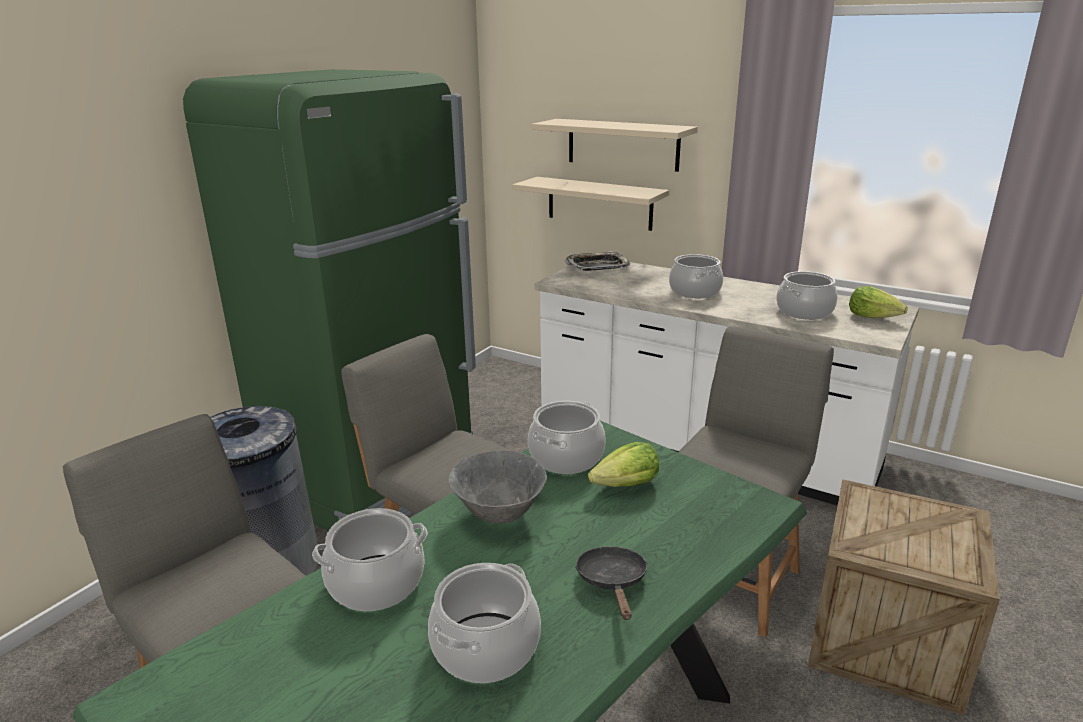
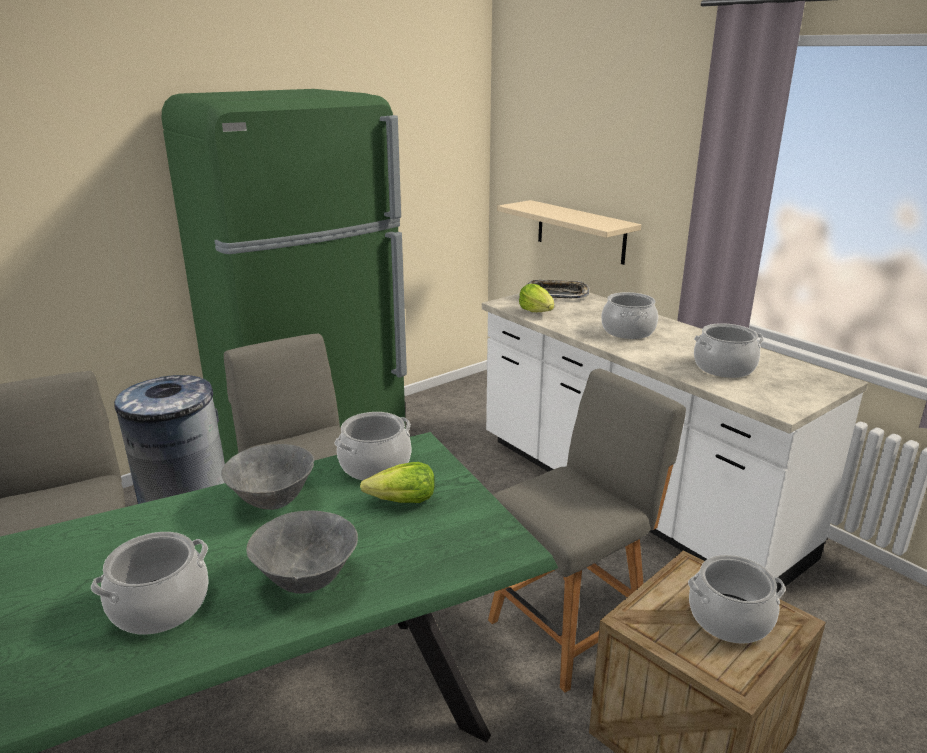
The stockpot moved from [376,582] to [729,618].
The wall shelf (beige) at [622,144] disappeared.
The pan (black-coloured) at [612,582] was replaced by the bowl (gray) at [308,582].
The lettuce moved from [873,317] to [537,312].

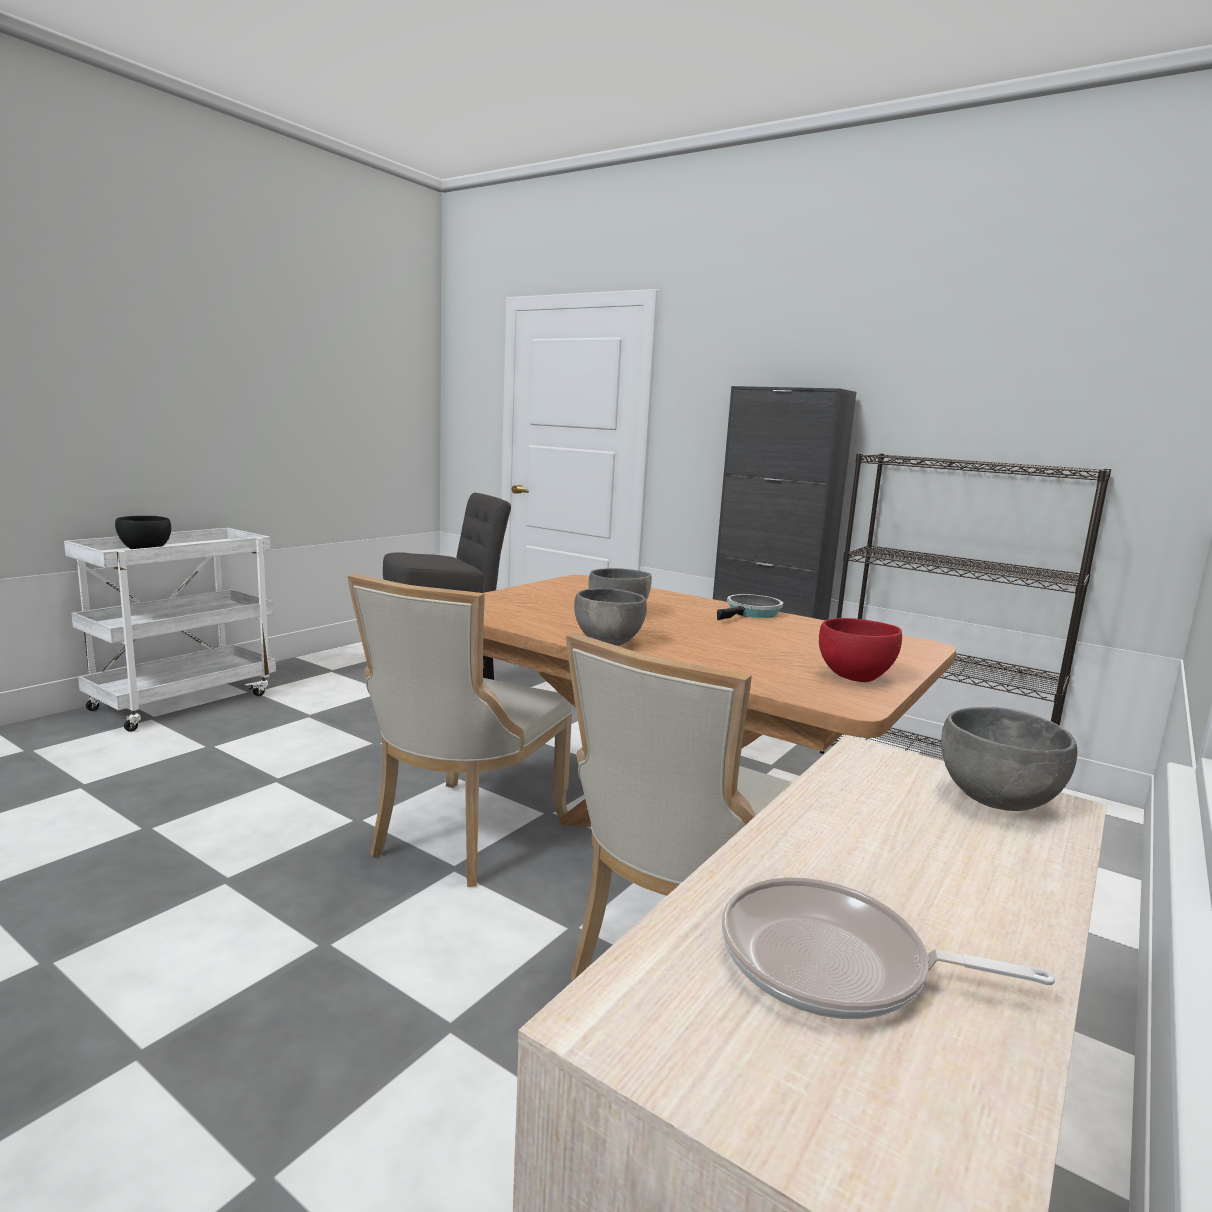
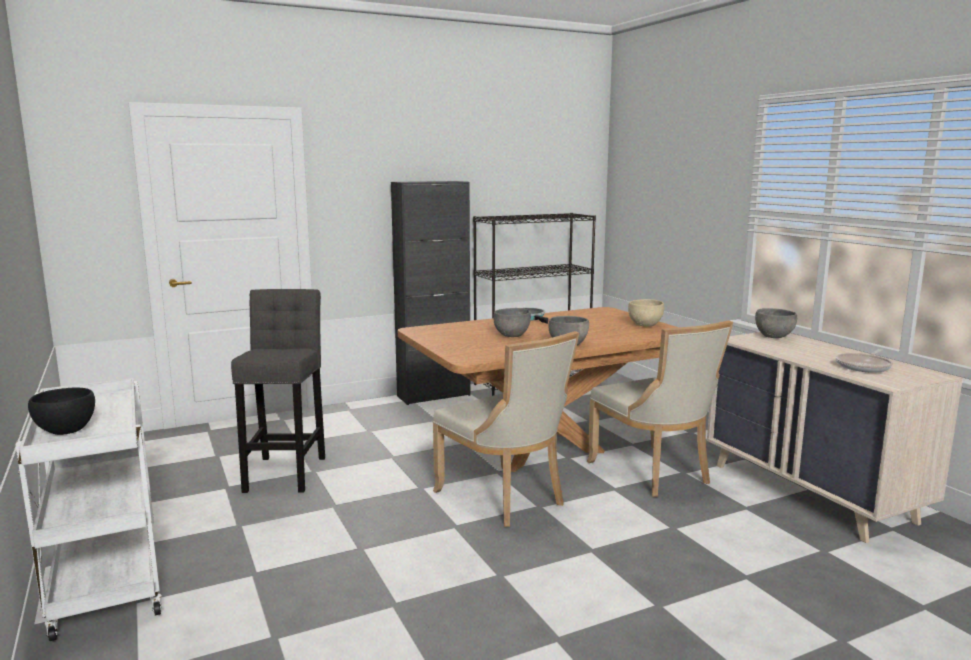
The bowl (red-coloured) at [855,677] became the bowl (beige) at [645,325].

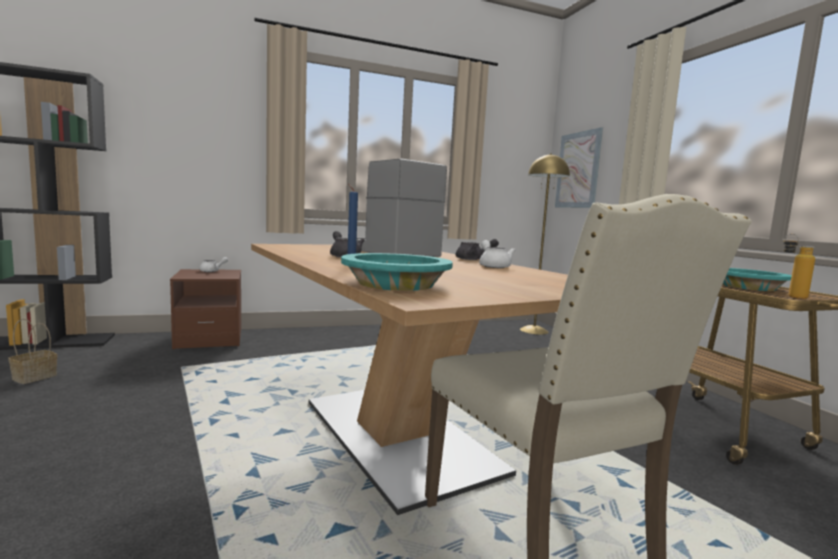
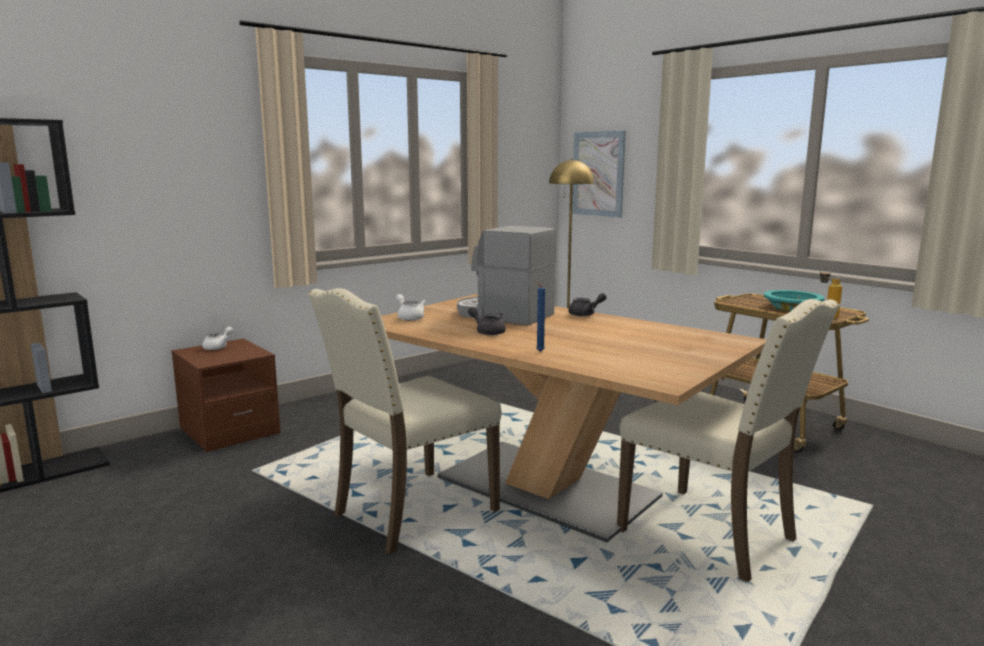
The household basket at [35,377] disappeared.
The bowl (turquoise-coloured) at [396,284] disappeared.
The teapot (white-coloured) moved from [493,266] to [409,317].
The chair (beige) at [411,512] appeared.

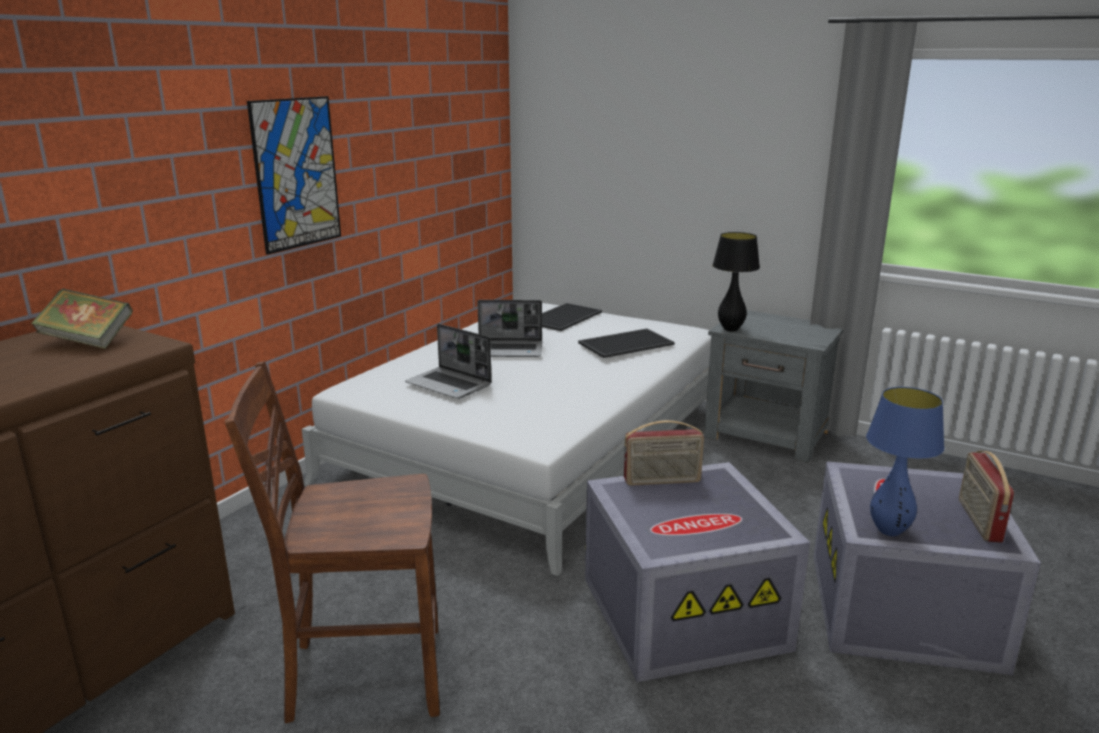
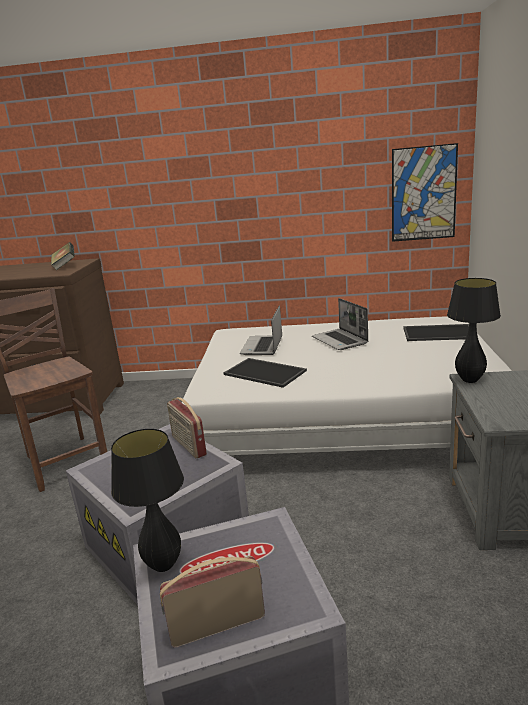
The picture moved from [296,173] to [423,193].
The carrying tray moved from [626,343] to [266,372].
The lamp for a table (blue-coloured) at [889,531] became the lamp for a table (black-coloured) at [163,565].

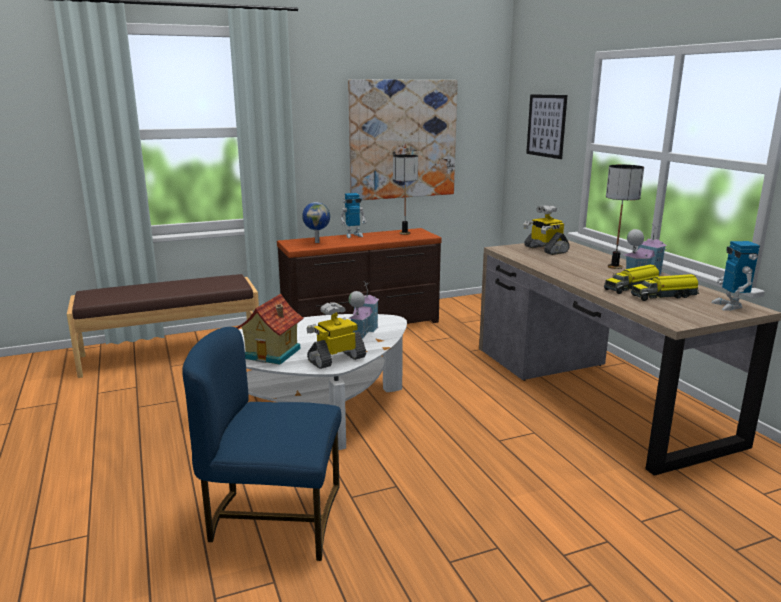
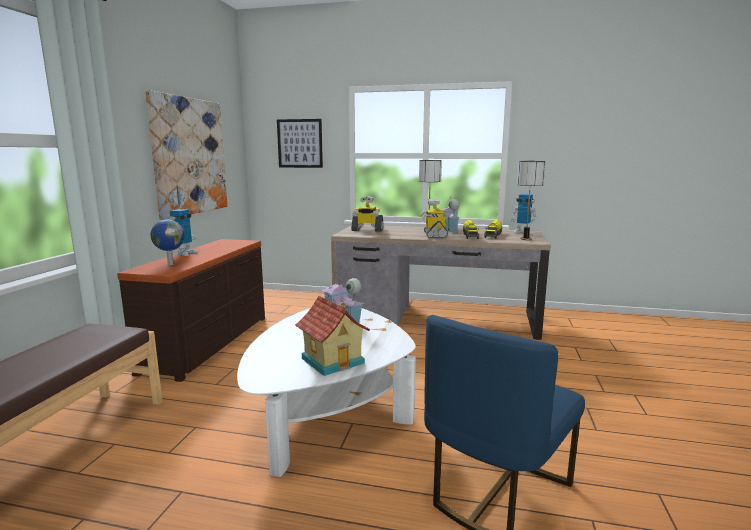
The model robot moved from [336,359] to [434,235].
The lamp for a table moved from [405,233] to [525,239].

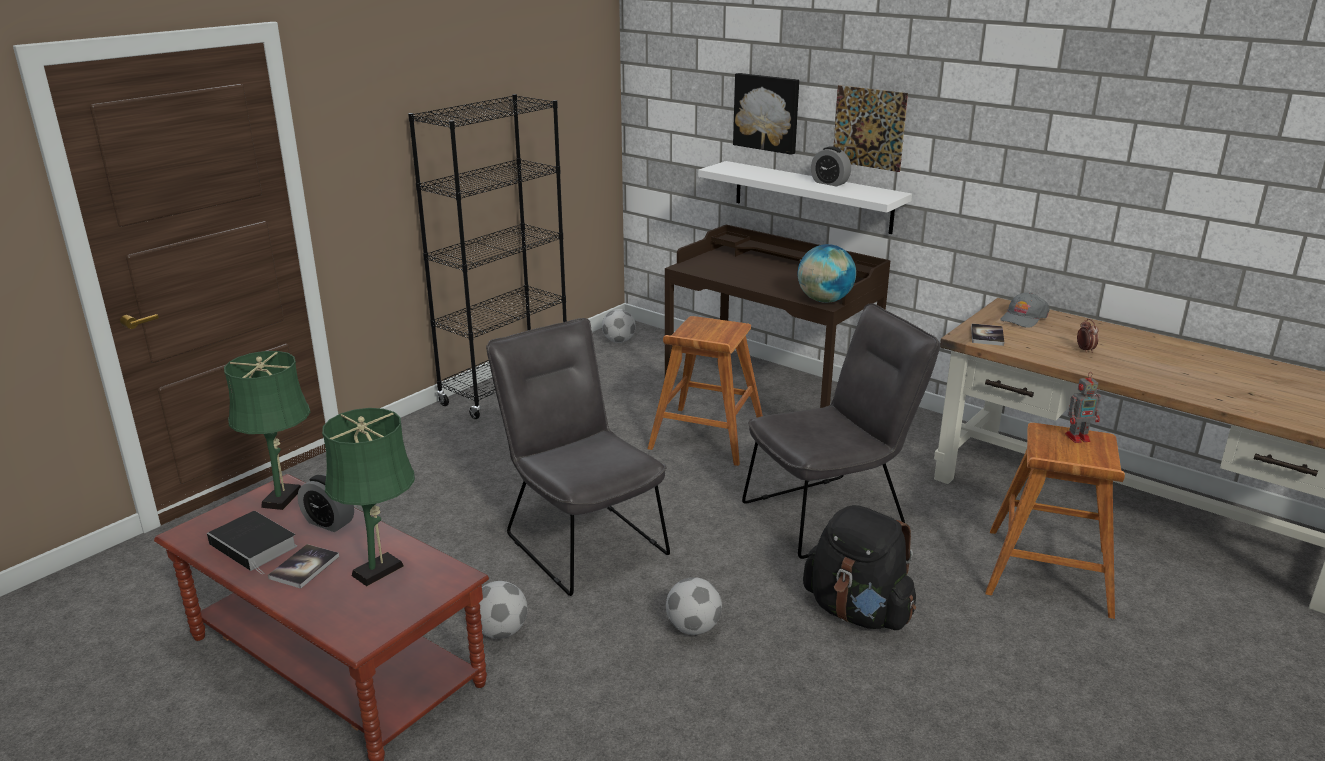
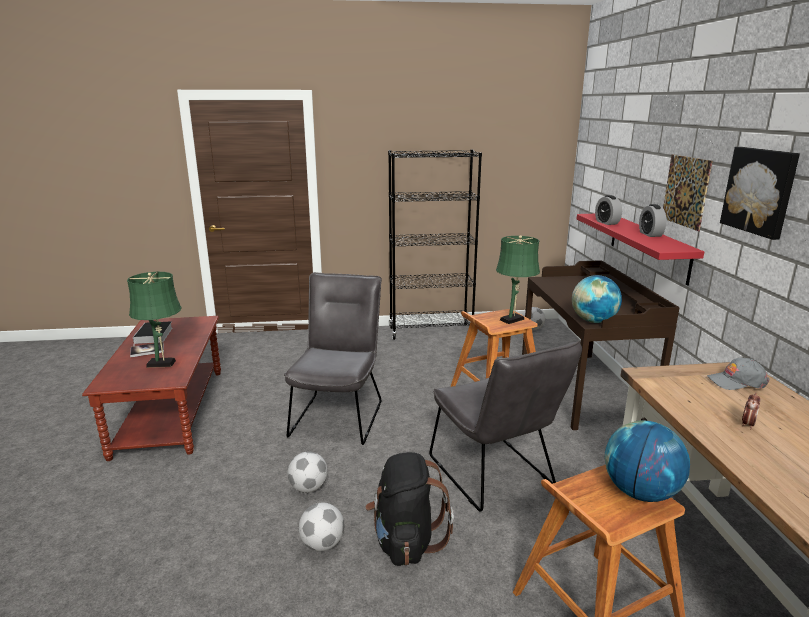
The lamp for a table (greenish) moved from [284,495] to [514,319].
The bedside clock moved from [329,522] to [606,222].
The football ball moved from [500,631] to [322,544].
The wall shelf (white-coloured) at [812,197] became the wall shelf (red-coloured) at [648,246].
The picture moved from [767,112] to [760,191].
The chair (gray) at [832,513] turned 45 degrees clockwise.
The bound book at [987,336] disappeared.
The model robot at [1078,437] was replaced by the desk globe at [640,492].

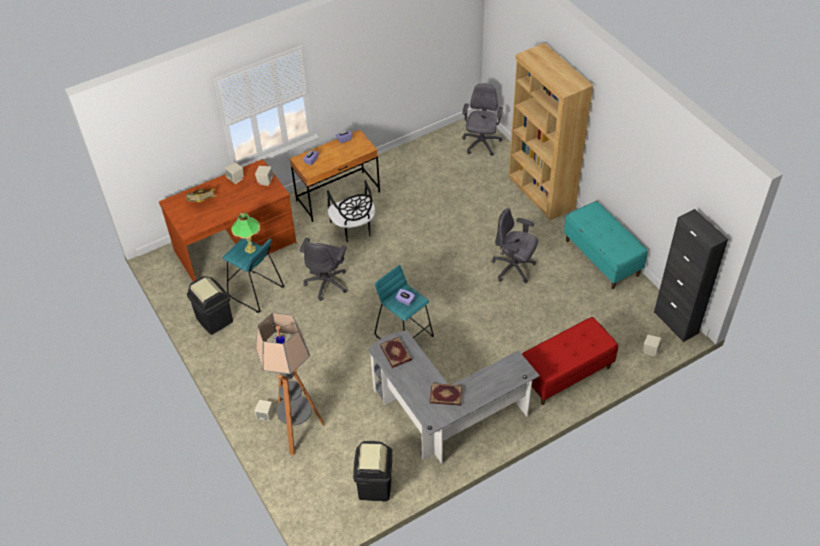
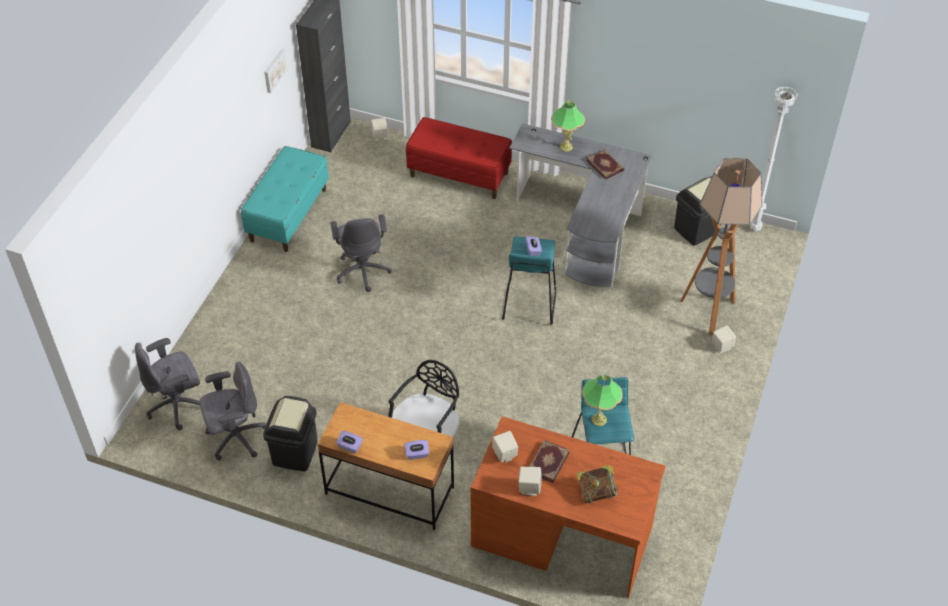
The trash can (black-coloured) moved from [214,320] to [295,453].
The desk chair (gray) moved from [327,283] to [235,437].
The bound book moved from [396,353] to [547,462].
The bookshelf (brown-coloured) at [541,192] disappeared.
The picture at [274,70] appeared.
The lamp for a table at [566,146] appeared.
The standing lamp (white-coloured) at [755,230] appeared.

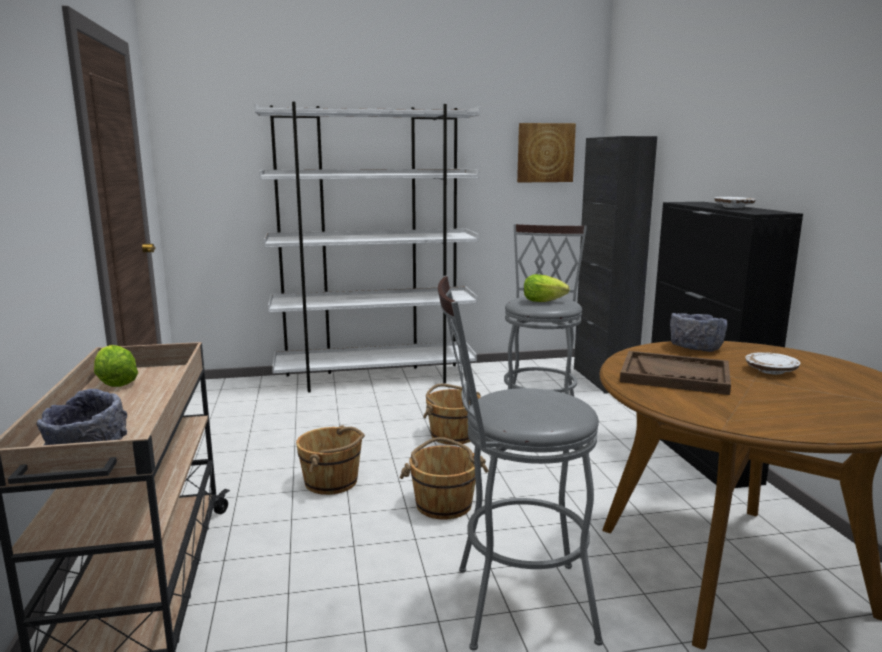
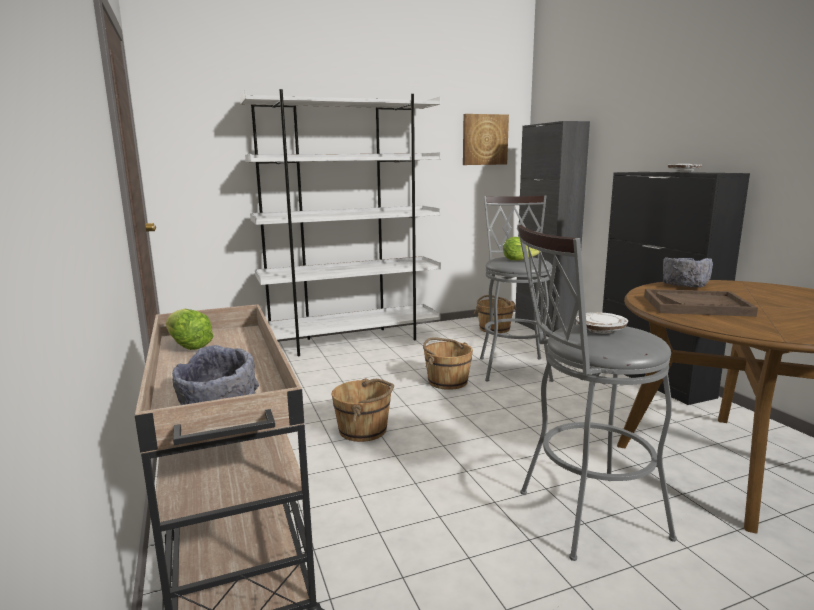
The pail (brown-coloured) moved from [443,504] to [494,328].
The plate (white-coloured) moved from [771,371] to [600,330].

